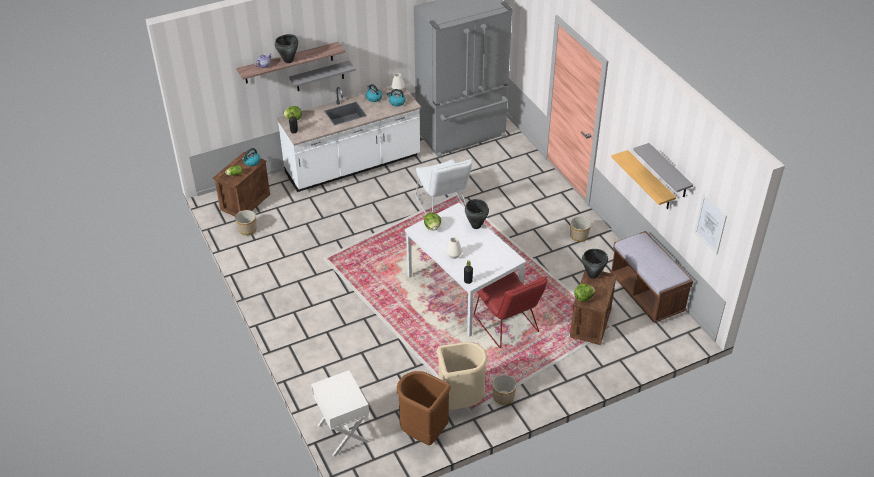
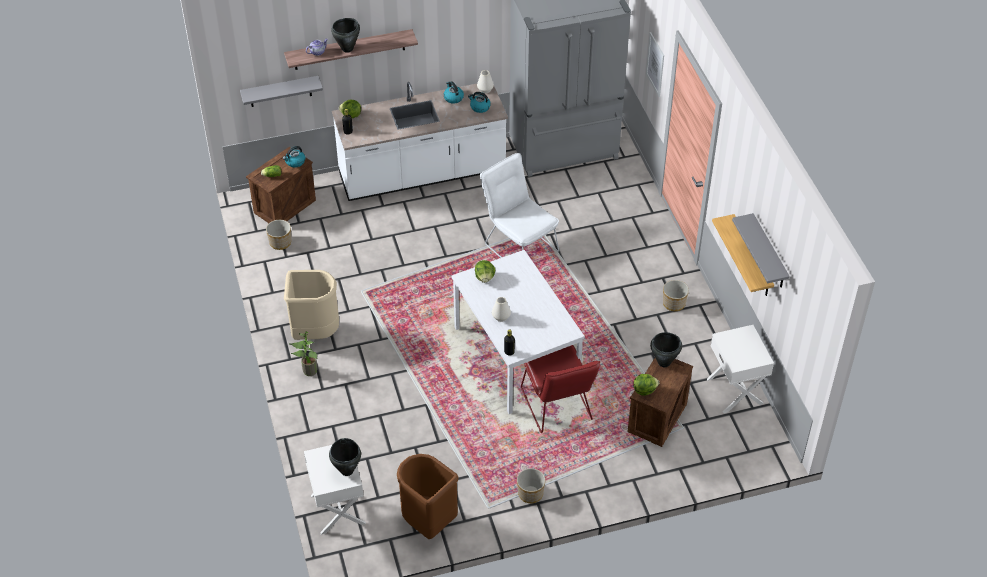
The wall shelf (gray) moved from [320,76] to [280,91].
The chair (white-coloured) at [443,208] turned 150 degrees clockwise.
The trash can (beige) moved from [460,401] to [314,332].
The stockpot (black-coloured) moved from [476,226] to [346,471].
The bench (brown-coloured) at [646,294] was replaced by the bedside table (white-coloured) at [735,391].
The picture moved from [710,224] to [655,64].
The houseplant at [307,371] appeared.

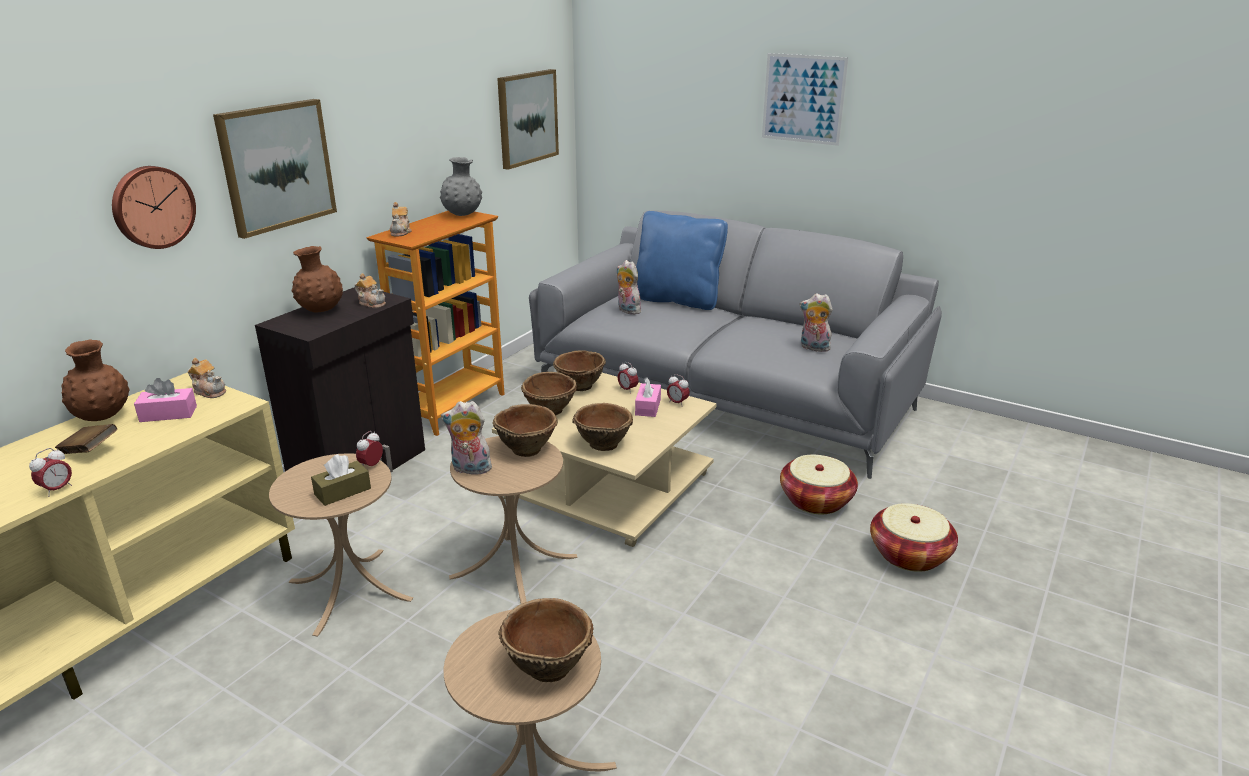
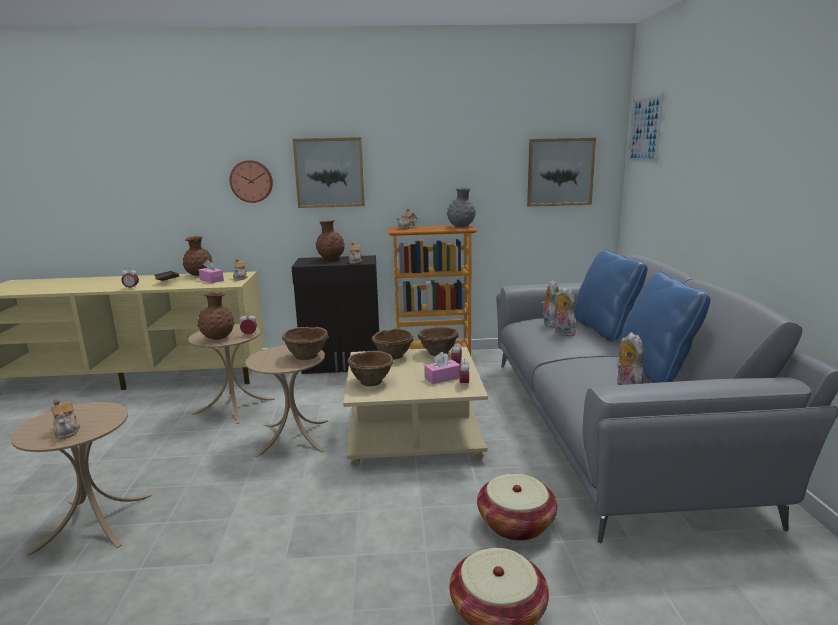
The box of tissues (brown-coloured) at [342,491] was replaced by the vase (brown-coloured) at [218,338].
The cuddly toy moved from [470,469] to [562,333].
The bowl (brown-coloured) at [547,665] was replaced by the teapot at [67,431].
The picture moved from [803,99] to [645,130].
The cushion (blue-coloured) at [655,370] appeared.

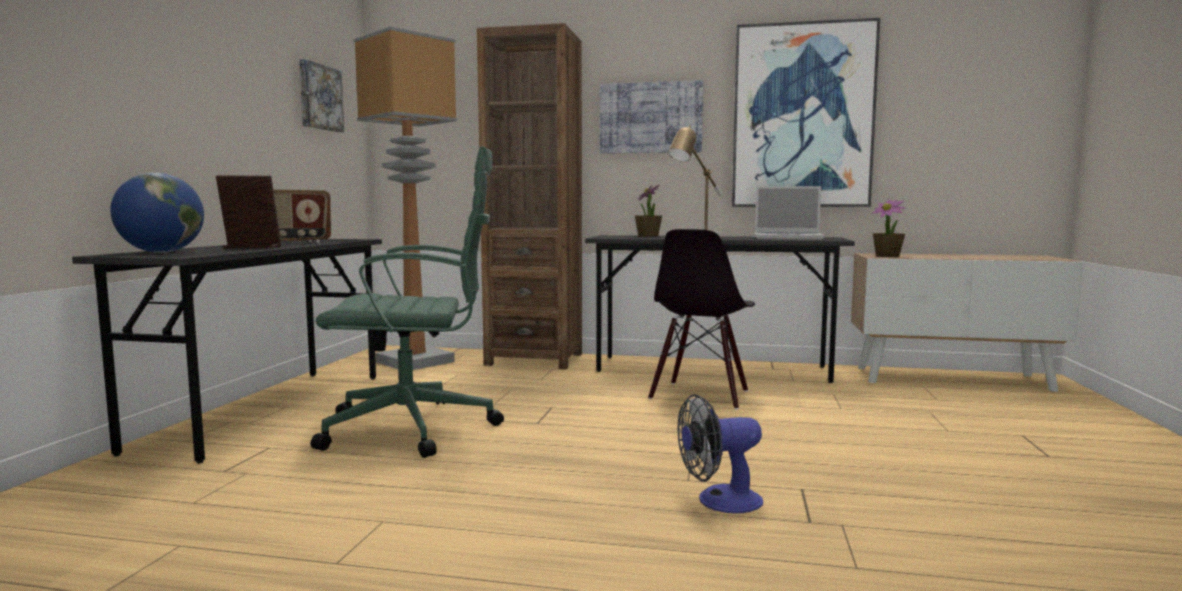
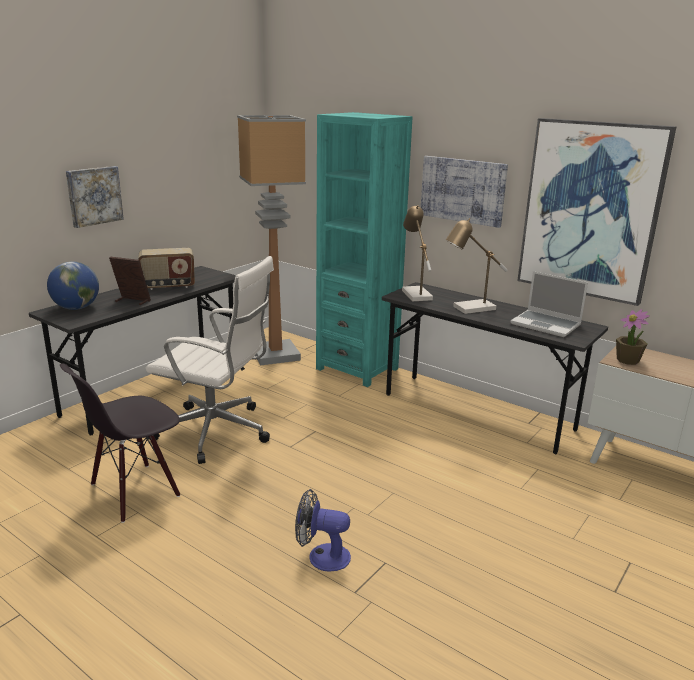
The picture moved from [319,97] to [93,196].
The desk chair (greenish) at [415,428] became the desk chair (white-coloured) at [216,432].
The bookshelf (brown-coloured) at [534,359] became the bookshelf (turquoise-coloured) at [357,369].
The houseplant at [648,236] disappeared.
The chair (black-coloured) moved from [700,395] to [134,491].
The lamp for a table at [414,293] appeared.

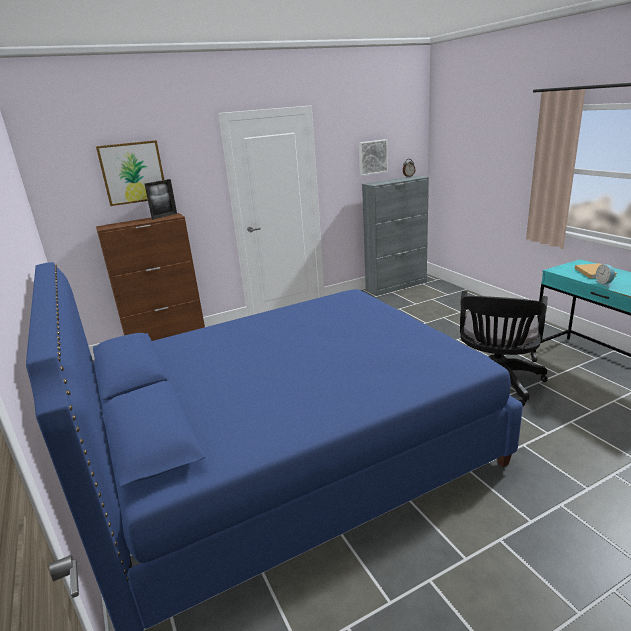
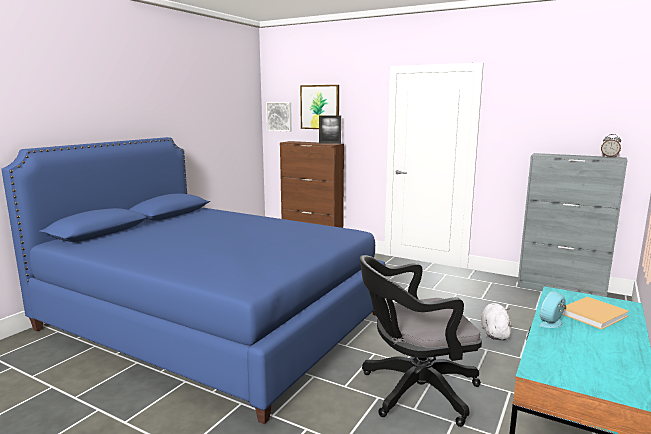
The picture moved from [372,157] to [279,116].
The cuddly toy (white-coloured) at [494,333] appeared.

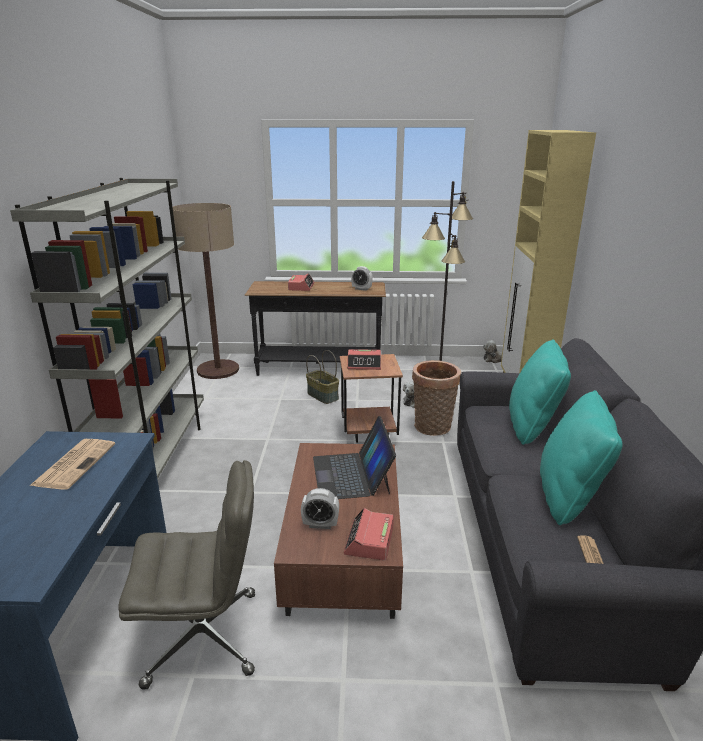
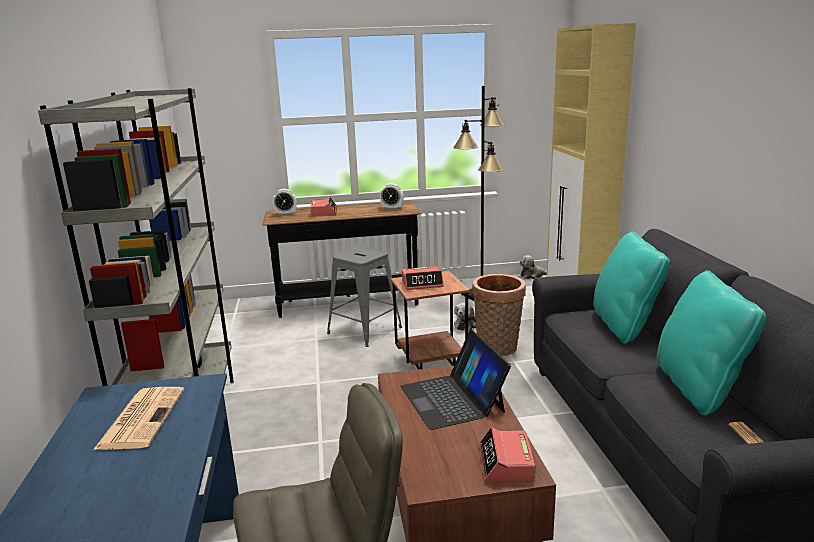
The standing lamp at [218,370] disappeared.
The bedside clock moved from [320,524] to [285,214].
The household basket at [323,396] was replaced by the stool seat (gray) at [364,330].

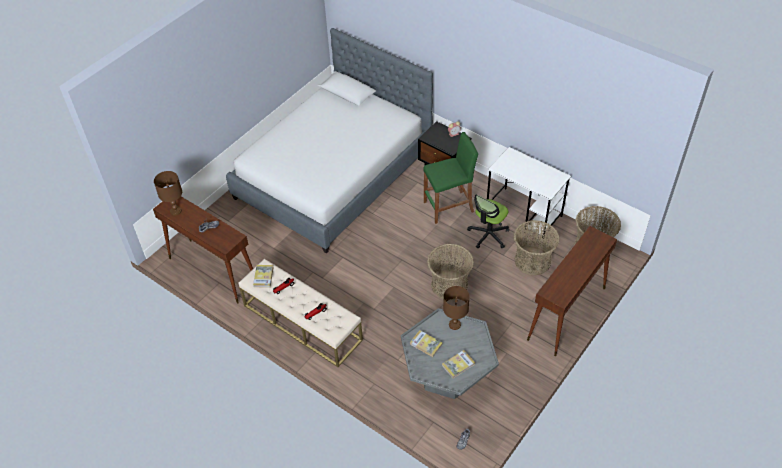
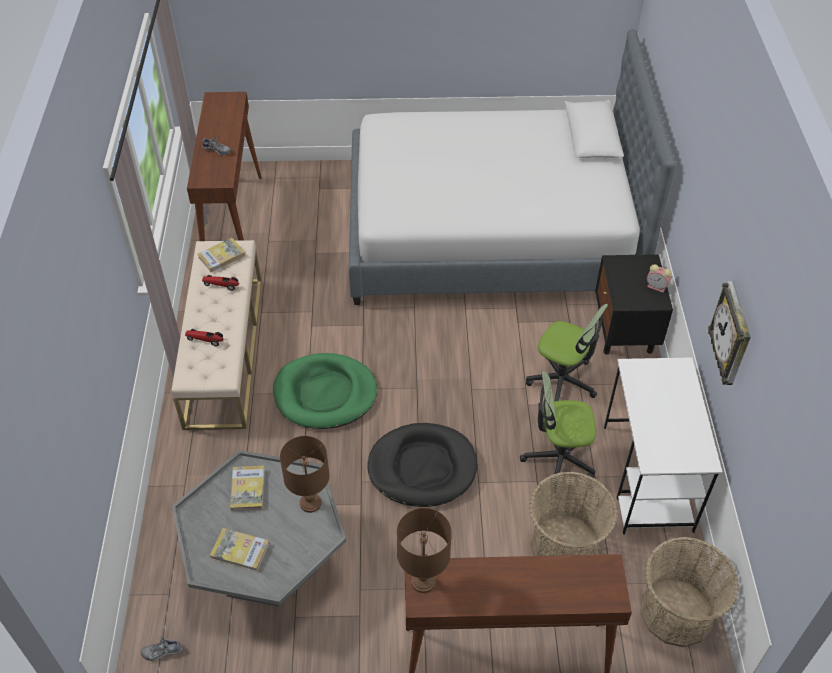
The lamp for a table (brown-coloured) moved from [176,211] to [423,582].
The stool seat (greenish) at [449,207] was replaced by the desk chair at [562,381].
The household basket at [449,285] was replaced by the dog bed (black-coloured) at [422,467].
The dog bed (greenish) at [325,394] appeared.
The clock on the wall at [731,336] appeared.

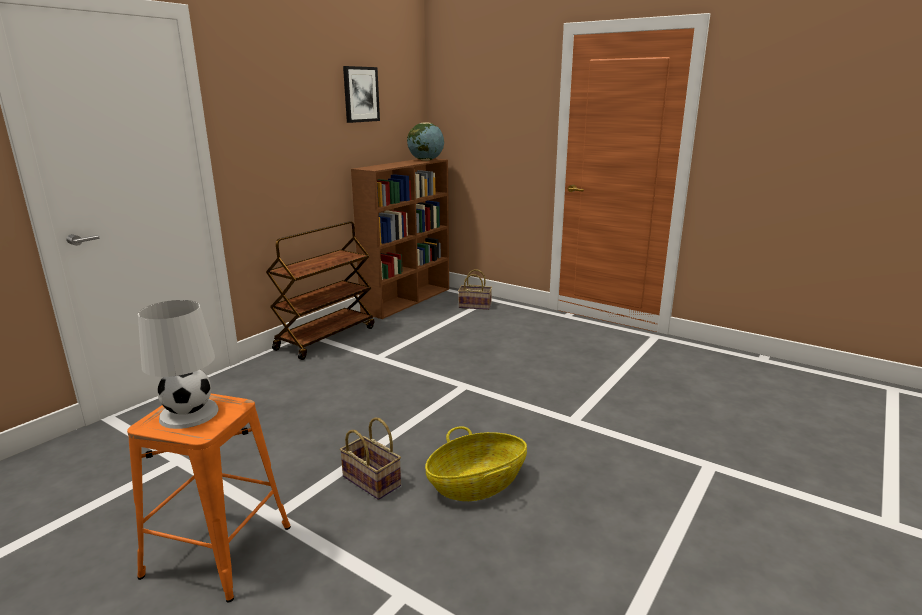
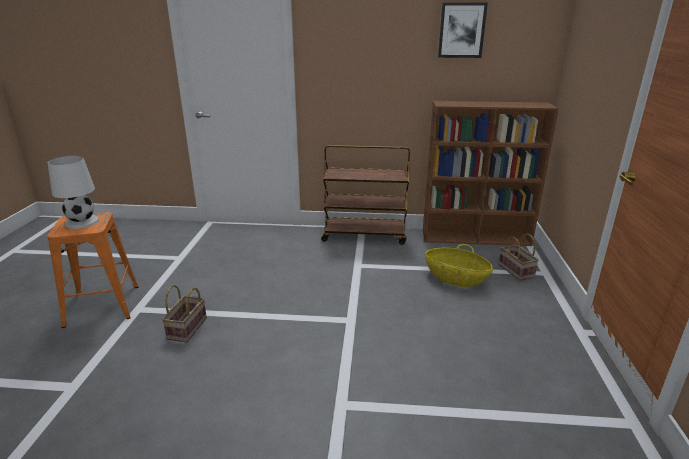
The desk globe at [426,160] disappeared.
The household basket moved from [477,484] to [456,278].

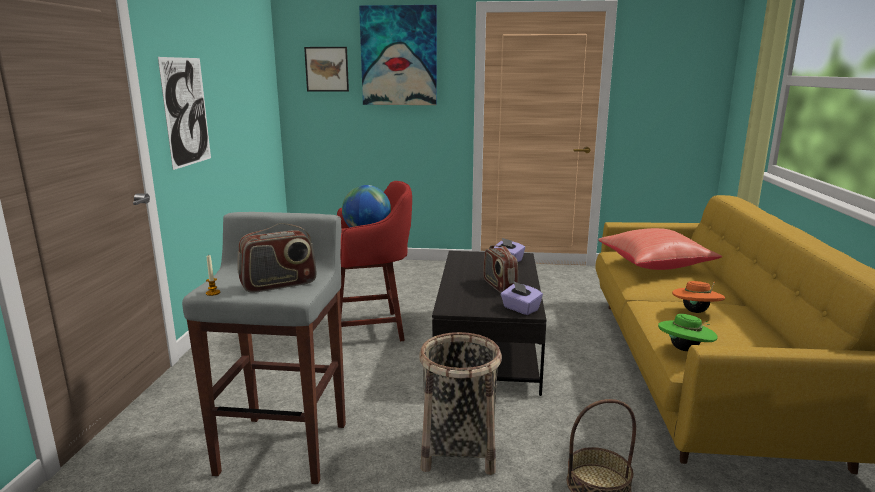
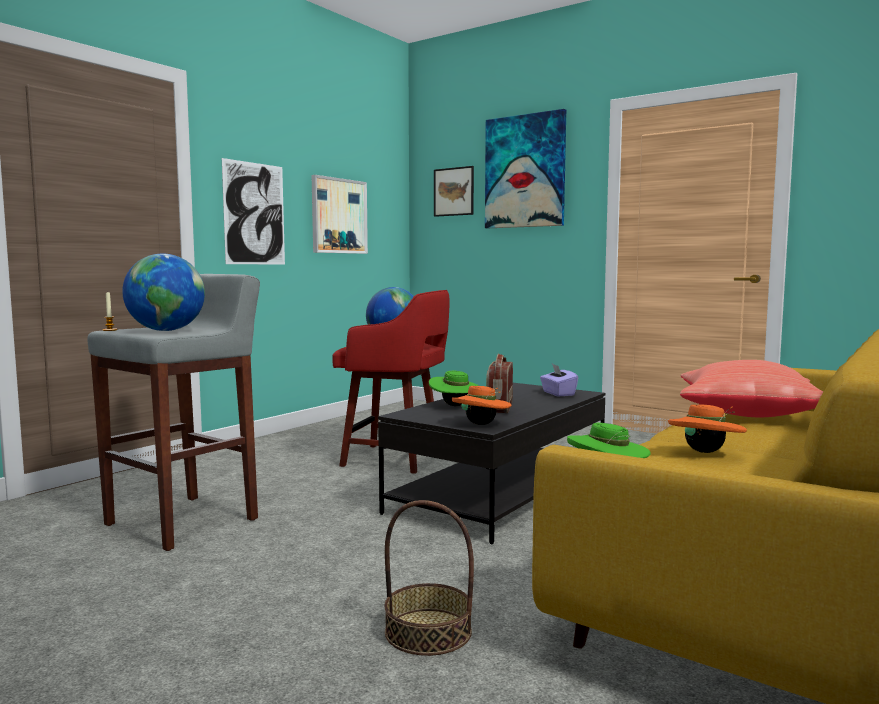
The radio receiver at [279,284] was replaced by the desk globe at [166,331].
The household basket at [459,449] disappeared.
The box of tissues (purplish) at [520,309] was replaced by the clothing hat (orangey) at [481,424].
The picture at [338,216] appeared.
The clothing hat (greenish) at [454,406] appeared.

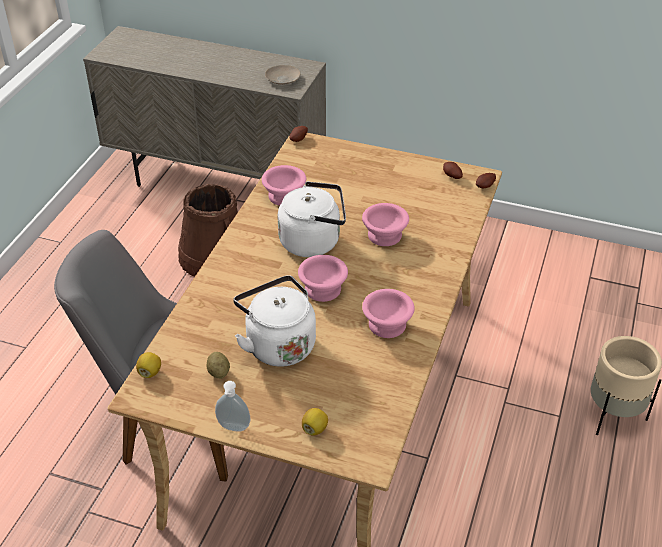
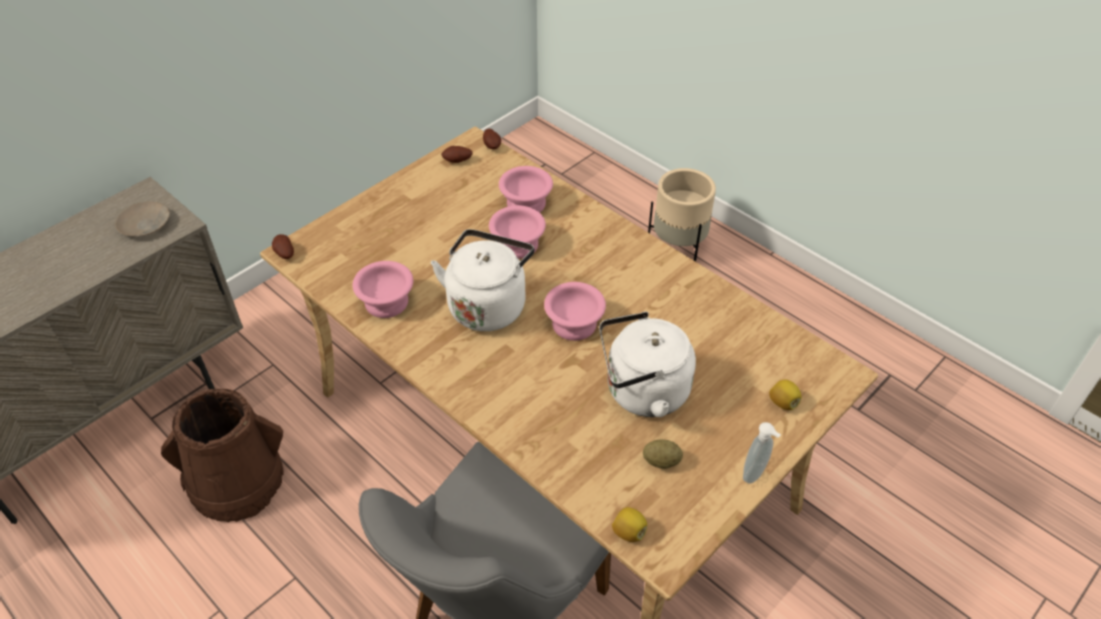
The bowl (pinkish) moved from [386,324] to [524,203].

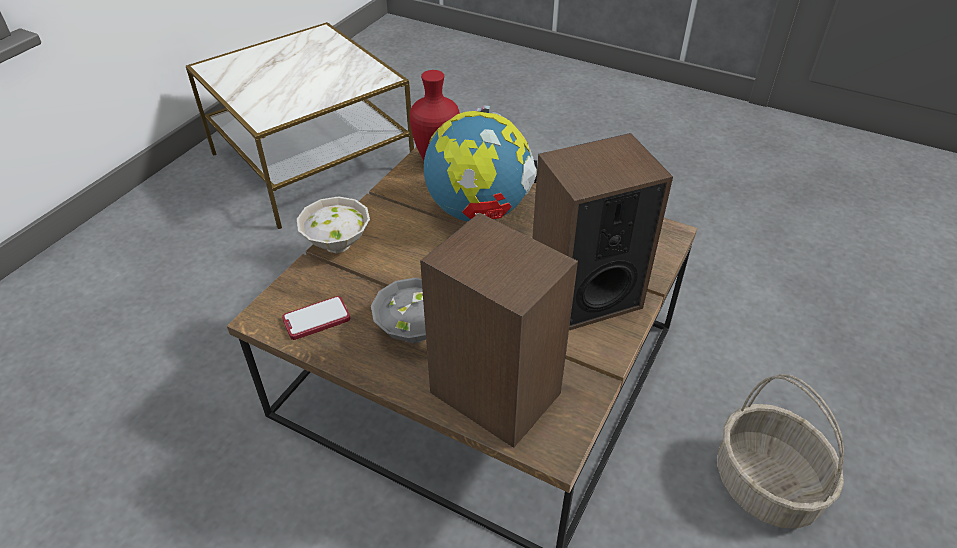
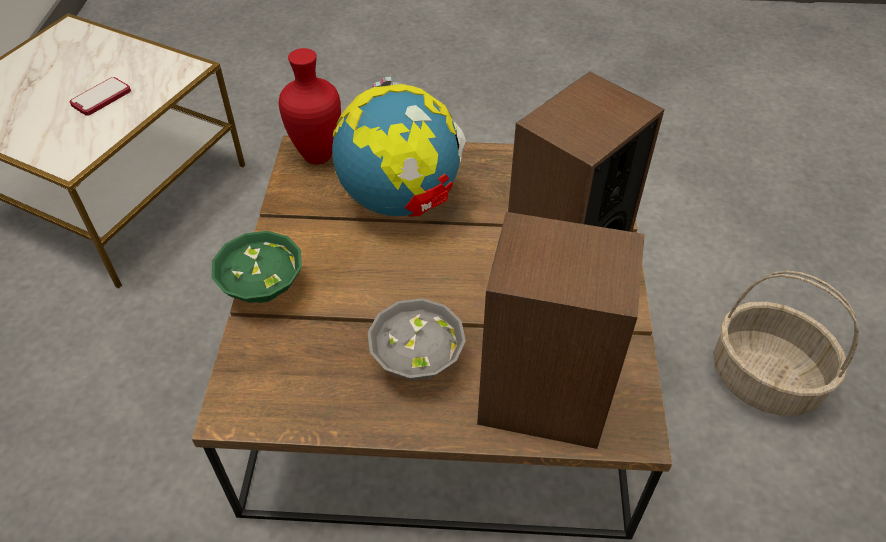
The telephone moved from [316,319] to [101,98].
The bowl (white-coloured) at [336,244] became the bowl (greenish) at [262,291].

